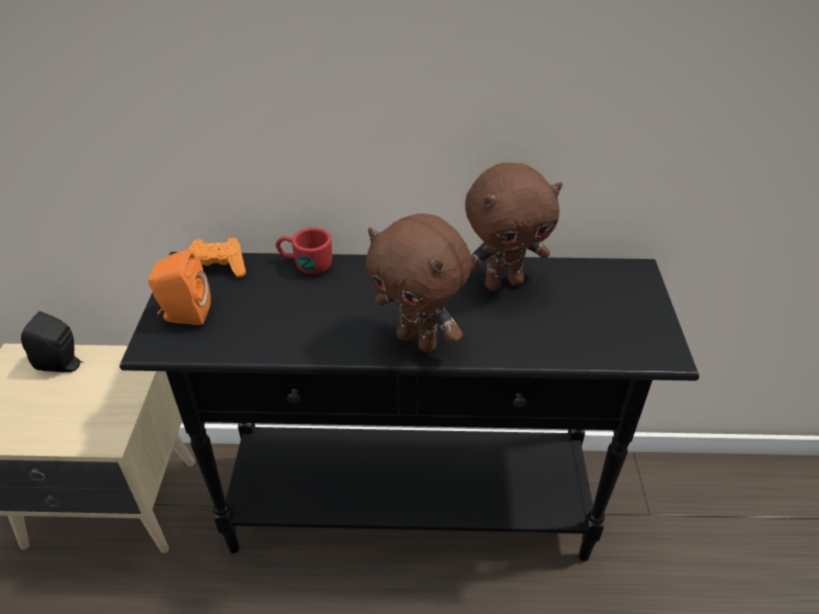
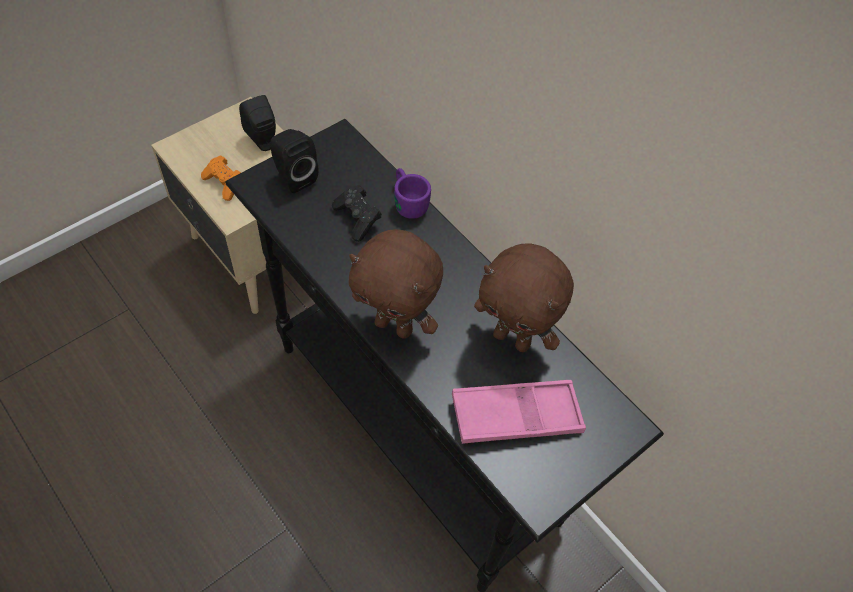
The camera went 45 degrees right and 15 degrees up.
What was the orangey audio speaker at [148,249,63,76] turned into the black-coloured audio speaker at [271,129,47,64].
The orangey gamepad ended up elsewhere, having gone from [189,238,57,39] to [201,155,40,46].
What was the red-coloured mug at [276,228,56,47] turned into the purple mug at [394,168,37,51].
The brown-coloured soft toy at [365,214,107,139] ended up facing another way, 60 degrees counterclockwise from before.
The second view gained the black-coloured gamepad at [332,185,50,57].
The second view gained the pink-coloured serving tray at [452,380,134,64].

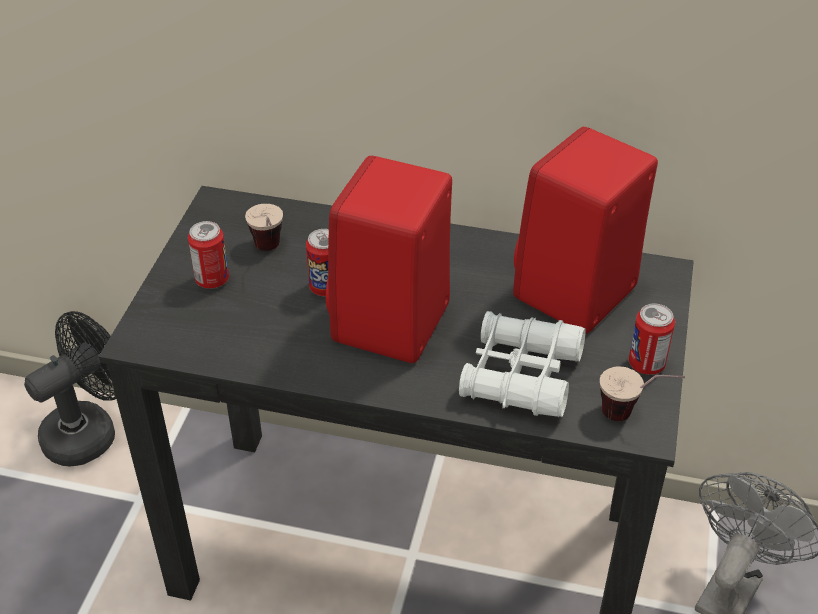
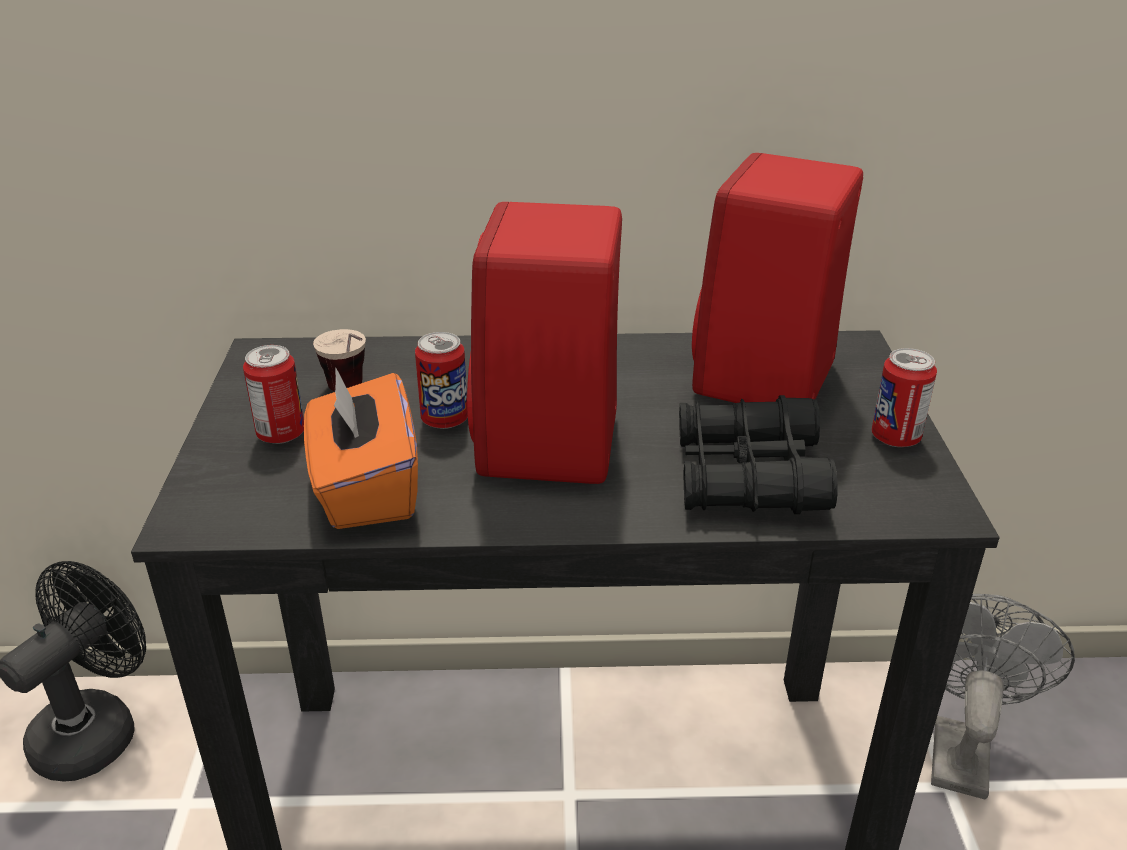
The camera went 15 degrees left and 10 degrees down.
What was the white pair of binoculars at [459,311,127,106] turned into the black-coloured pair of binoculars at [679,395,159,119].
The second view lost the drinking cup at [600,366,85,55].
The second view gained the orangey box of tissues at [304,367,114,162].

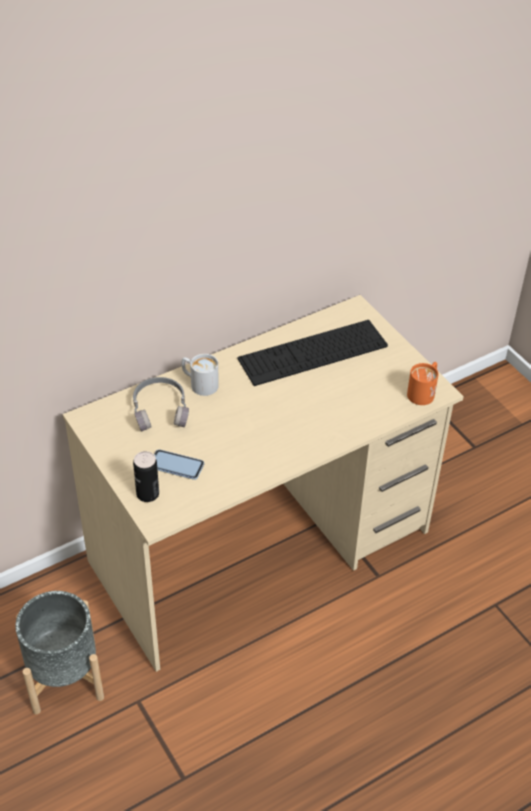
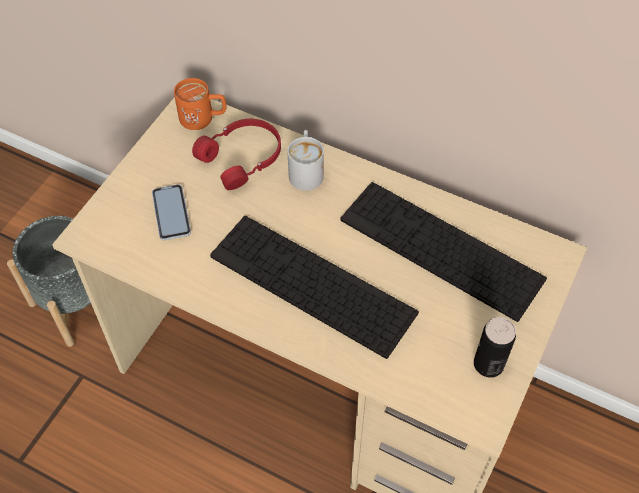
The camera went 60 degrees right and 10 degrees up.
What was the gray headset at [133,377,56,54] turned into the red-coloured headset at [192,119,89,71].
The metal can ended up elsewhere, having gone from [133,451,26,51] to [474,317,42,61].
The orangey mug ended up elsewhere, having gone from [407,362,32,43] to [174,78,53,52].
The second view gained the keyboard at [210,216,209,143].

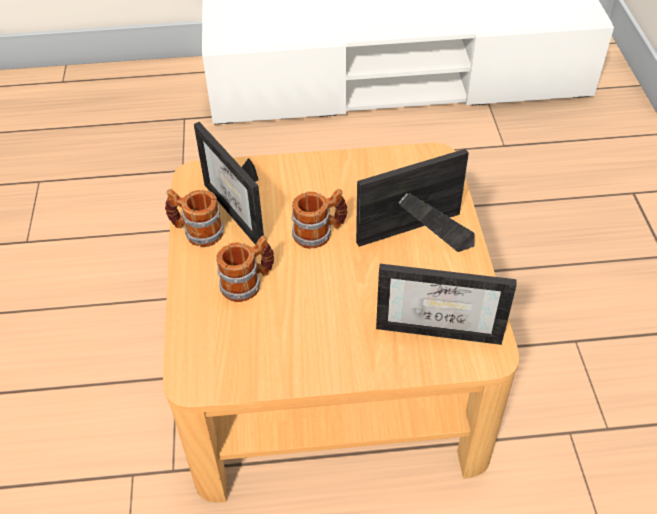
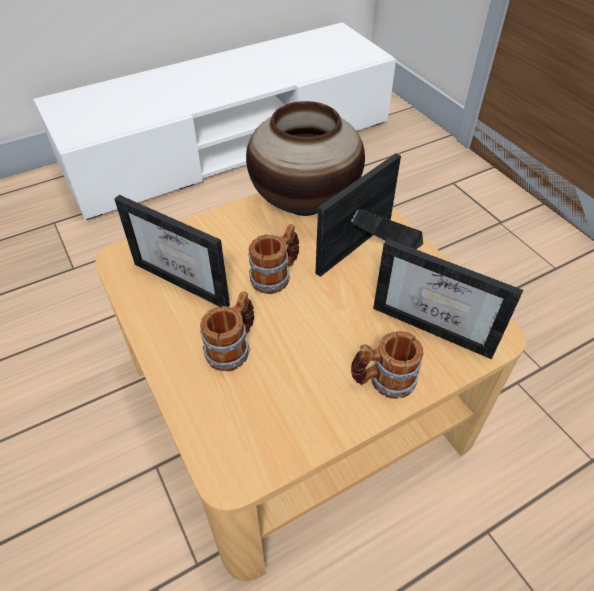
The camera went 25 degrees left and 0 degrees up.
The mug ended up elsewhere, having gone from [165,189,59,58] to [351,331,72,68].
The photo frame at [376,264,141,81] ended up facing another way, 45 degrees clockwise from before.
The second view gained the vase at [246,101,119,115].

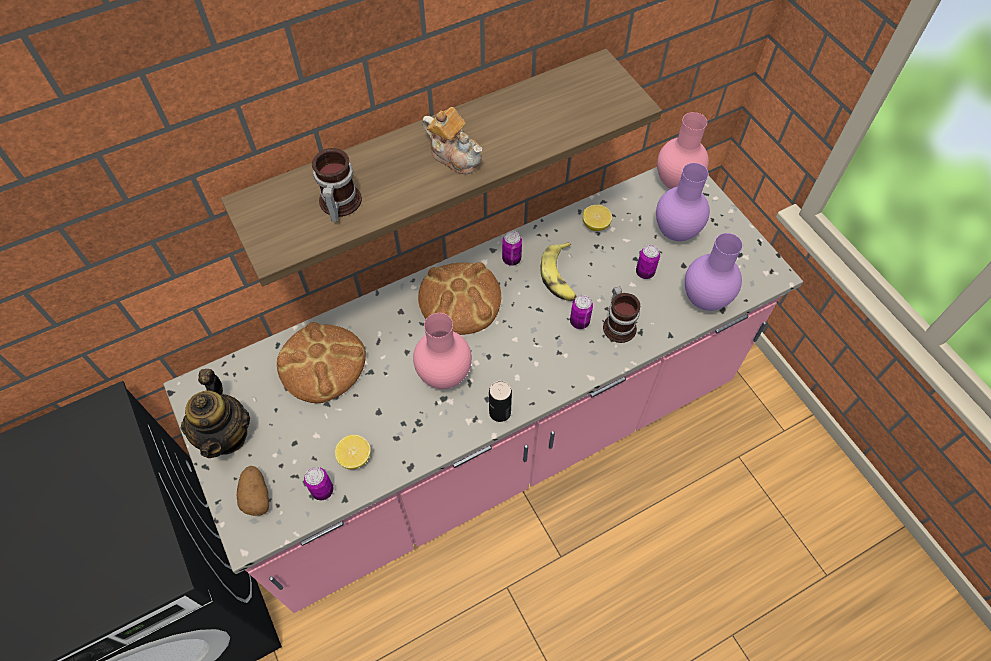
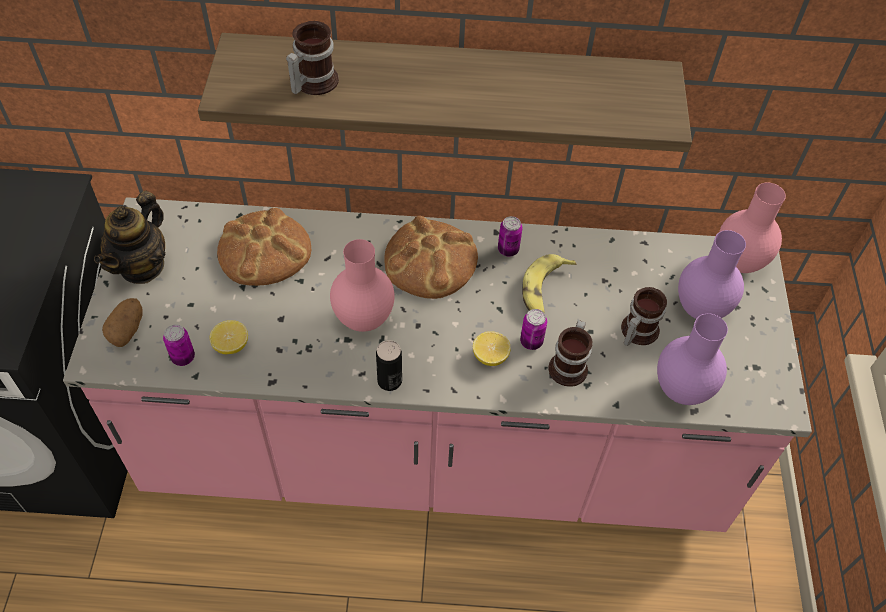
The camera went 30 degrees right and 5 degrees down.
The second view lost the pot for tea at [422,107,61,67].
The lemon ended up elsewhere, having gone from [582,205,30,26] to [473,331,38,35].
Where the metal can stood at [636,245,24,34], the mug came to stand at [621,287,46,59].

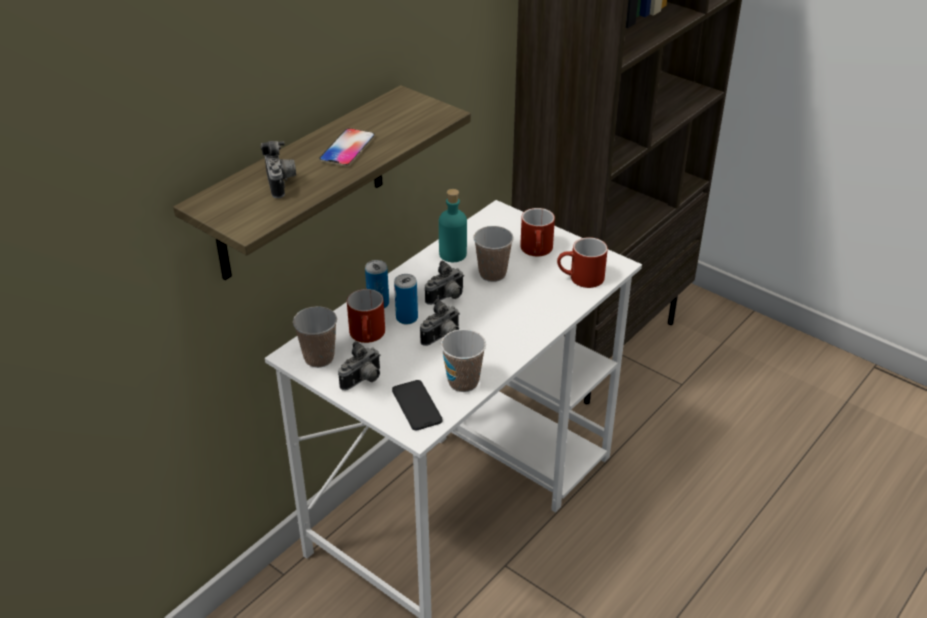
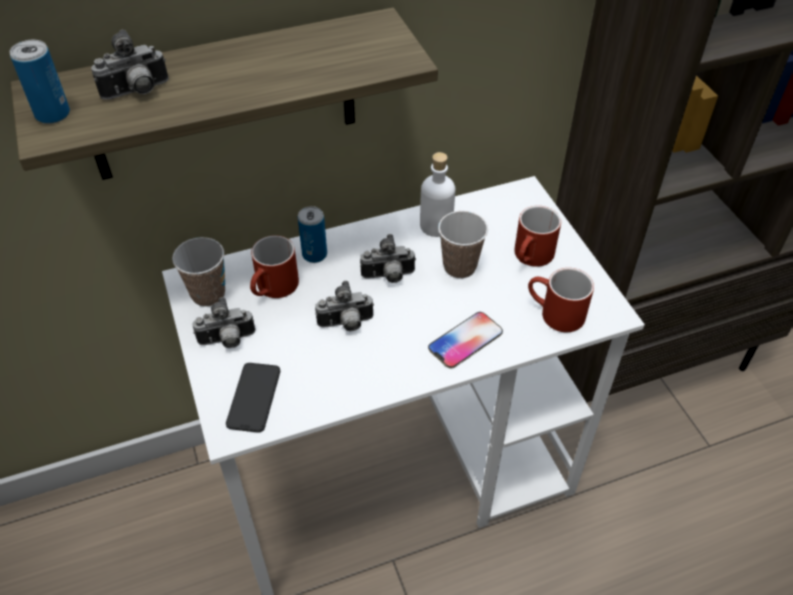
The camera went 30 degrees right and 10 degrees up.
The photo camera at [261,141,35,57] ended up facing another way, 45 degrees clockwise from before.
The phone ended up elsewhere, having gone from [319,128,56,39] to [428,312,75,57].
The metal can ended up elsewhere, having gone from [394,274,24,50] to [10,40,60,84].
What was the blue-green beverage bottle at [439,189,28,73] turned into the white beverage bottle at [420,152,35,85].
The second view lost the drinking cup at [441,329,45,63].

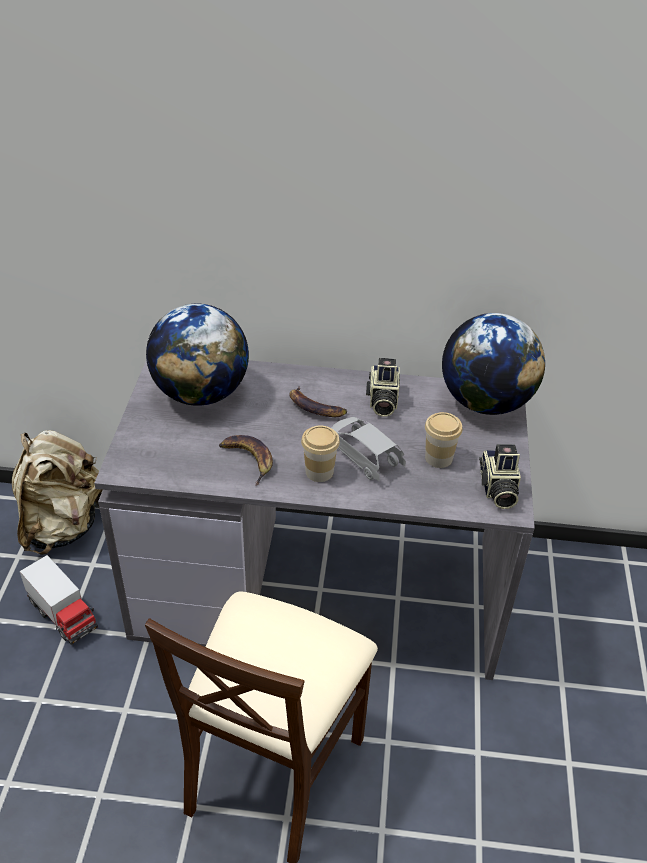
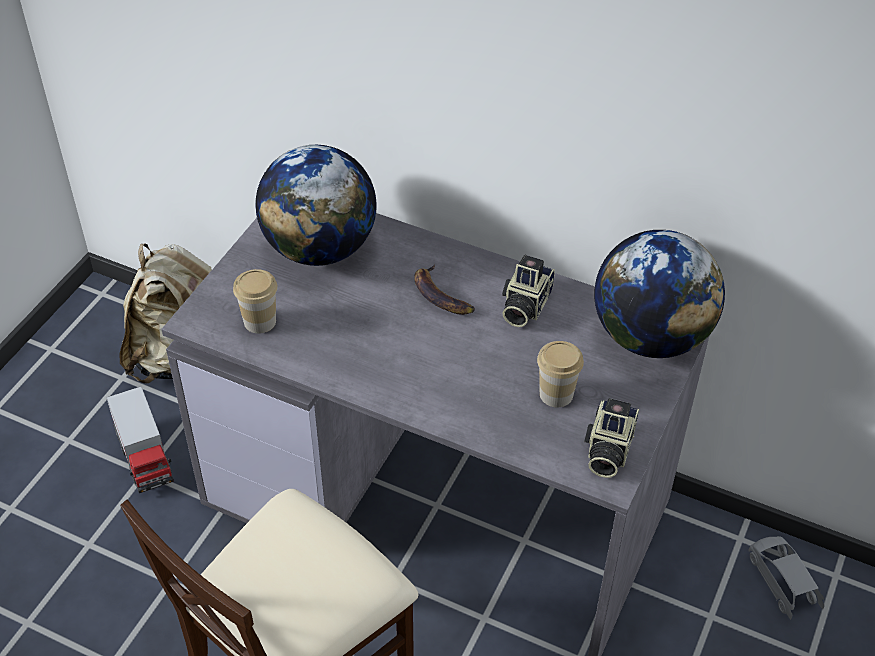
The camera went 20 degrees right and 5 degrees up.
The second view lost the banana fruit at [219,435,54,51].
The drinking cup ended up elsewhere, having gone from [301,425,39,57] to [233,269,45,65].
The gray toy car ended up elsewhere, having gone from [331,417,75,65] to [748,536,76,84].

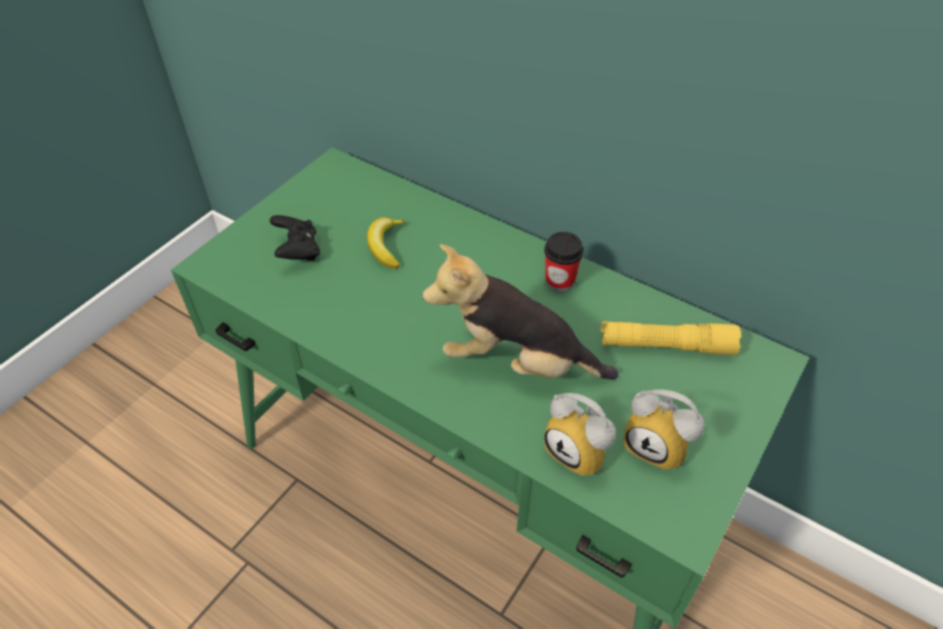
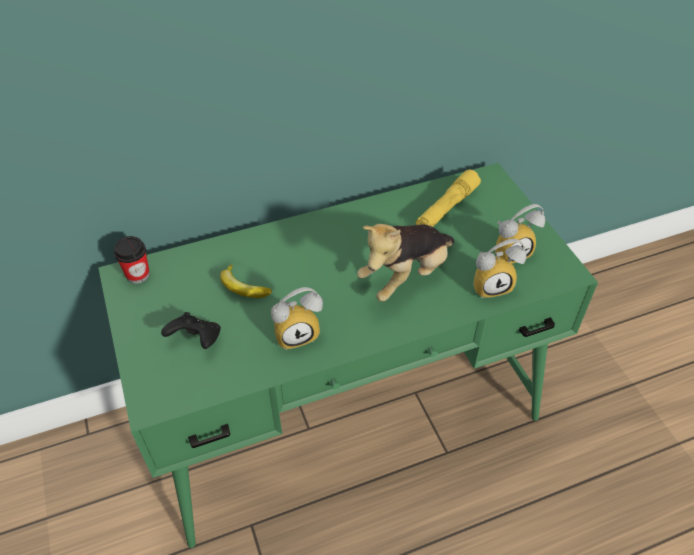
The camera went 55 degrees left and 0 degrees up.
The drinking cup ended up elsewhere, having gone from [544,232,40,60] to [114,236,36,48].
The second view gained the alarm clock at [271,287,52,63].

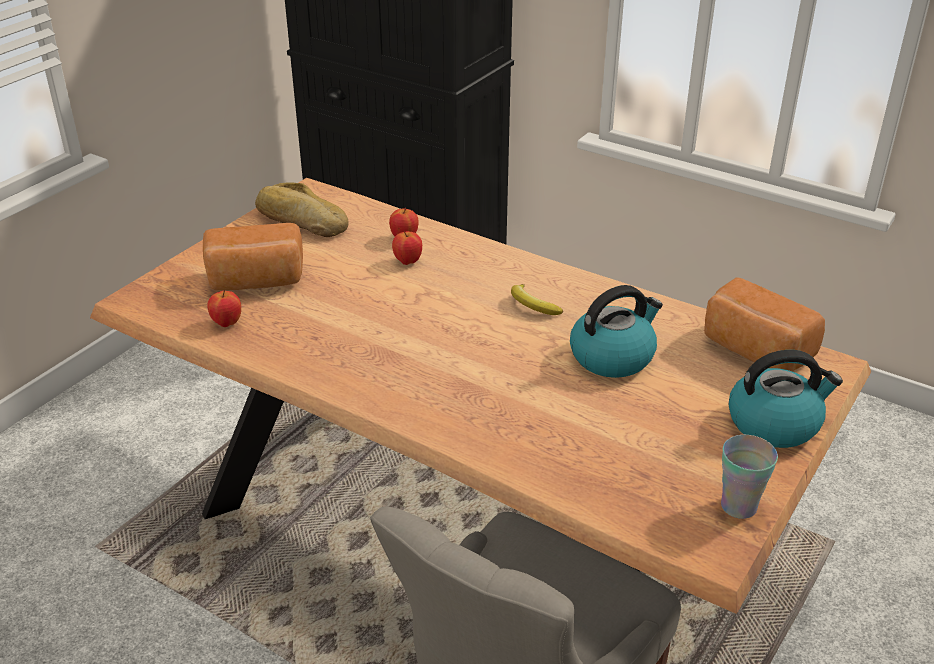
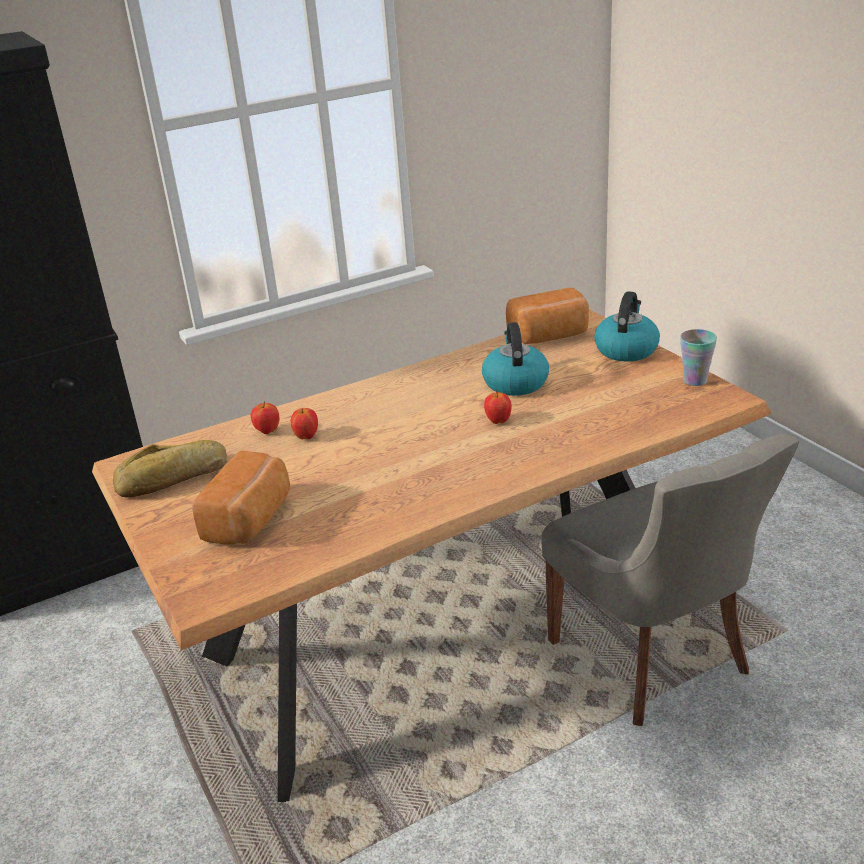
The camera went 60 degrees left and 5 degrees down.
The apple fruit ended up elsewhere, having gone from [207,290,34,37] to [484,391,27,33].
The second view lost the banana fruit at [511,284,52,31].

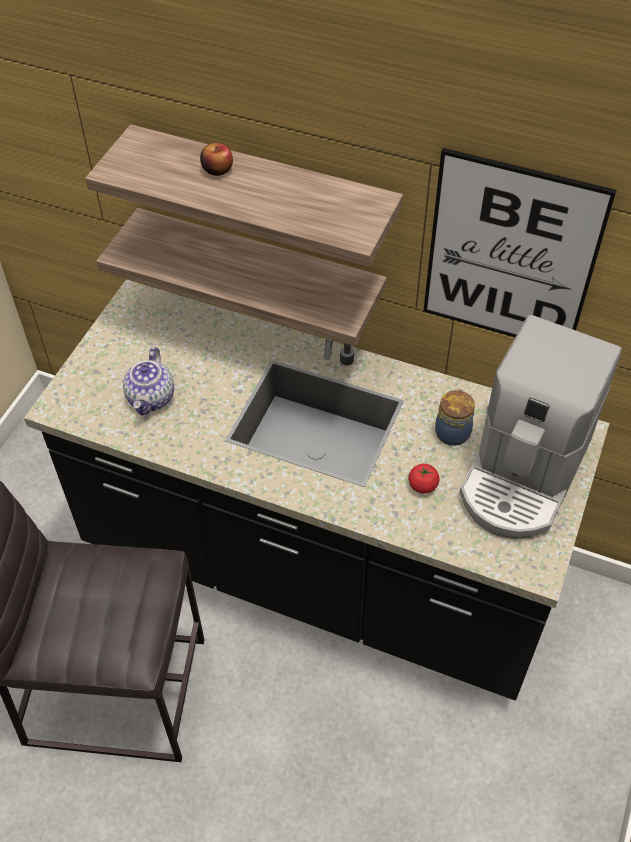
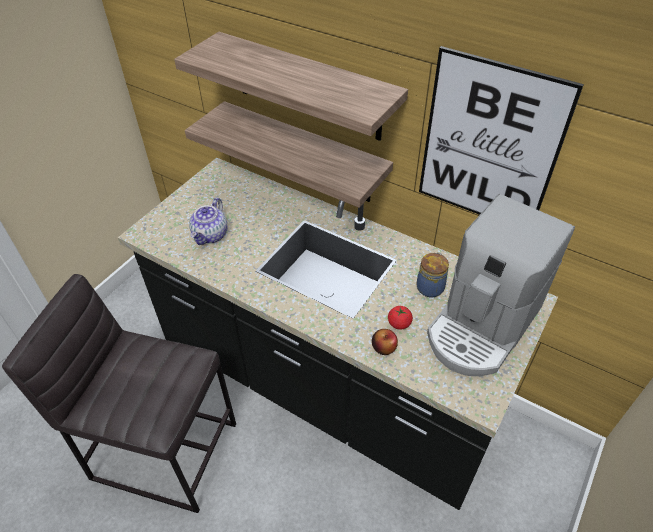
The camera went 10 degrees right and 5 degrees down.
The apple fruit ended up elsewhere, having gone from [200,143,33,33] to [372,329,26,26].

